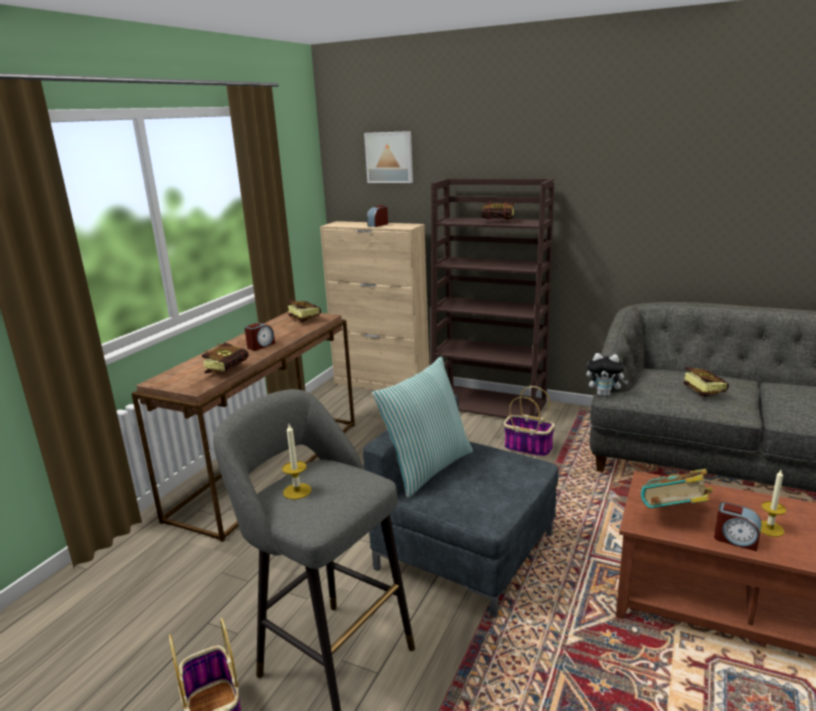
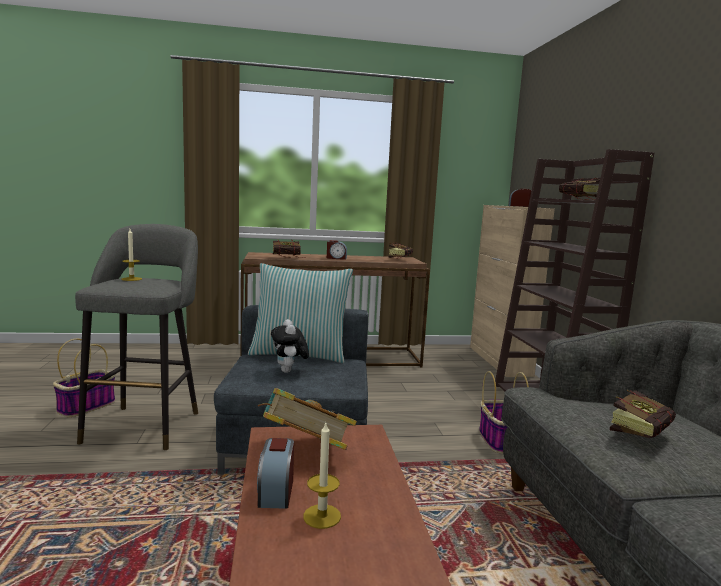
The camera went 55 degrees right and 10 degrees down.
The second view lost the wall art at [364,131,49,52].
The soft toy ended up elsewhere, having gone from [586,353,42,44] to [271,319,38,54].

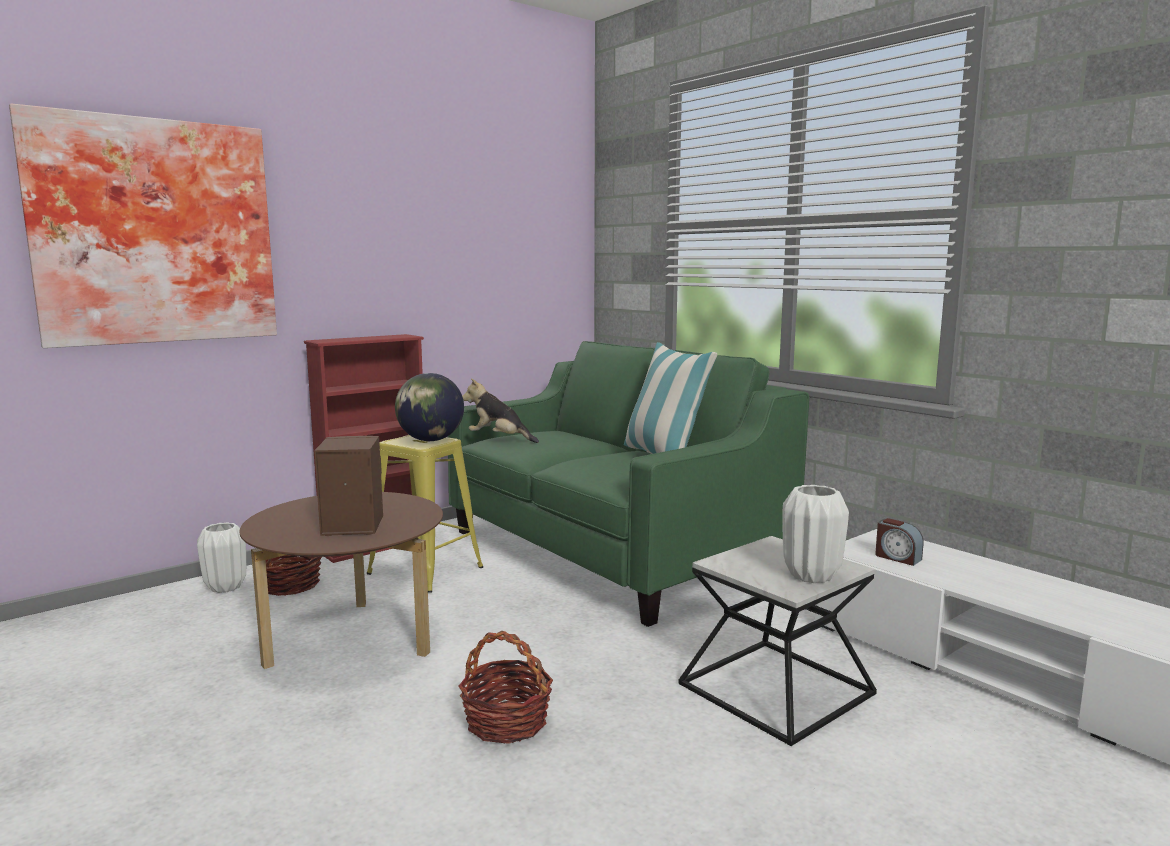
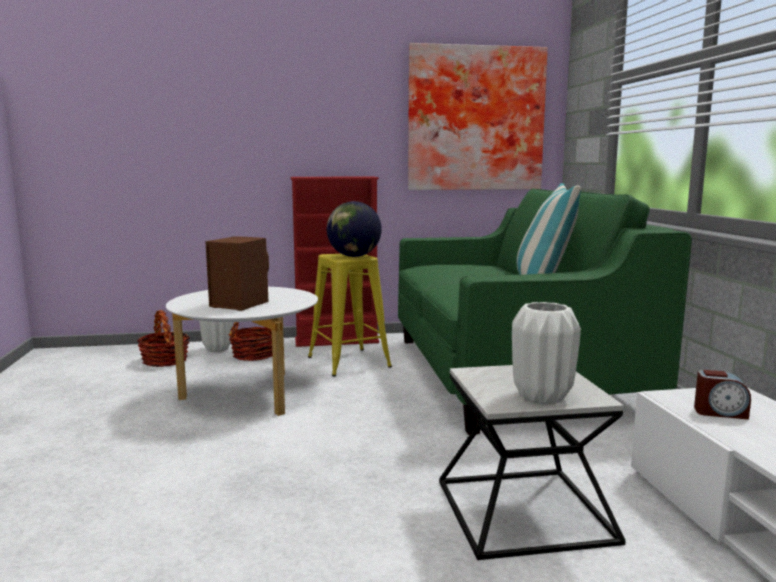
The camera went 30 degrees right and 0 degrees up.
The wall art ended up elsewhere, having gone from [9,103,268,245] to [408,43,140,147].
What was the brown-coloured low table at [239,492,204,177] turned into the white low table at [166,287,152,129].
The storage basket ended up elsewhere, having gone from [458,631,95,113] to [137,310,53,57].
The second view lost the soft toy at [462,378,77,65].
The alarm clock at [875,518,49,48] ended up facing another way, 60 degrees counterclockwise from before.

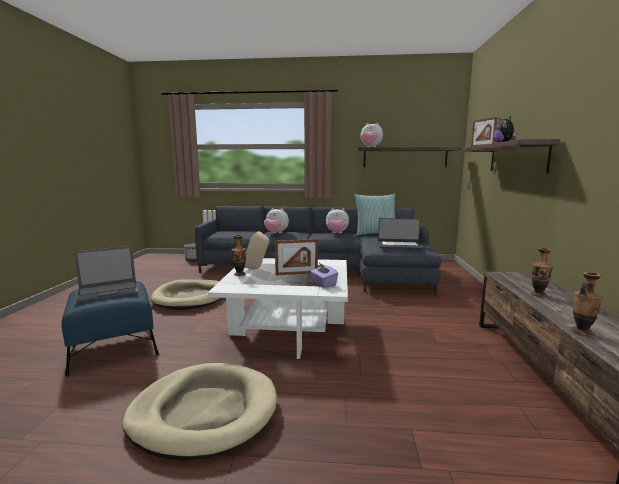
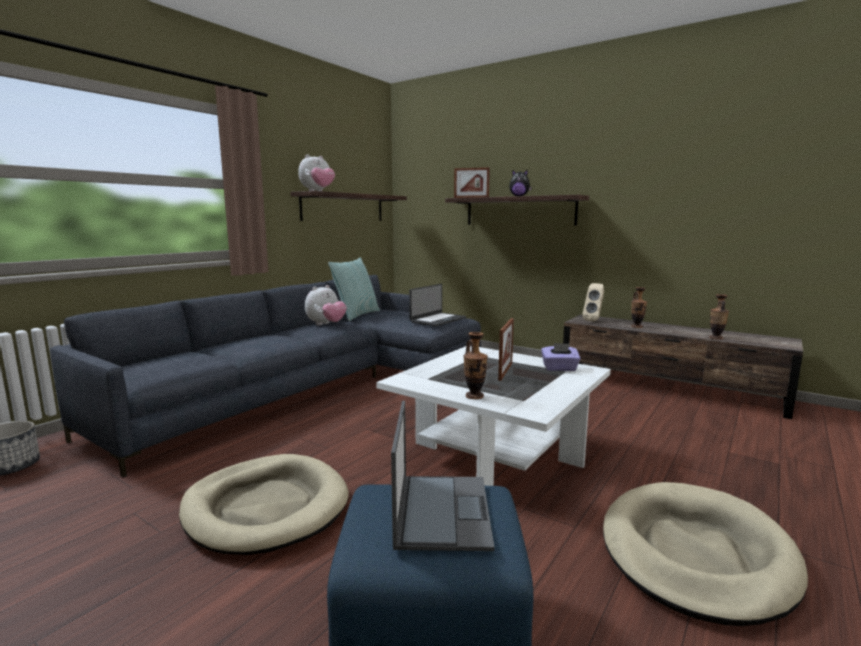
The camera went 60 degrees left and 0 degrees up.
The sand-coloured audio speaker ended up elsewhere, having gone from [244,231,25,38] to [582,283,22,38].
The second view lost the soft toy at [264,208,25,25].

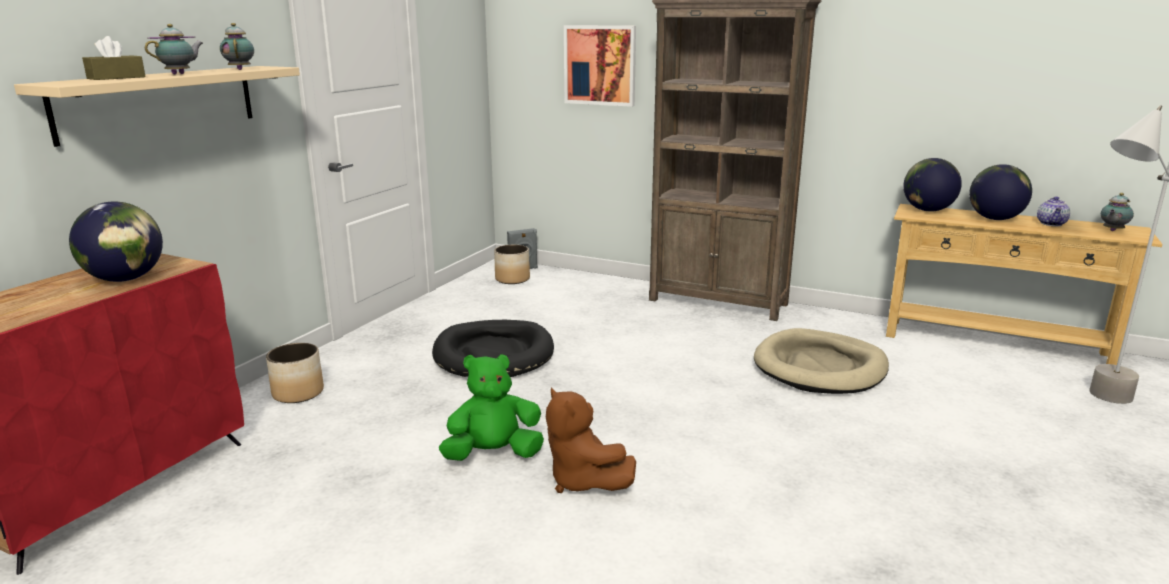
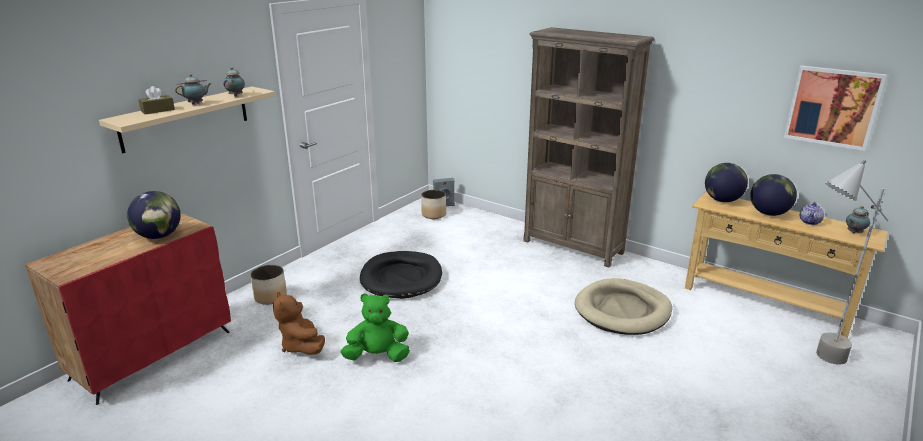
The camera went 10 degrees right and 5 degrees up.
The brown-coloured soft toy ended up elsewhere, having gone from [546,387,90,106] to [273,292,52,63].
The wall art ended up elsewhere, having gone from [564,25,72,82] to [784,66,103,85].

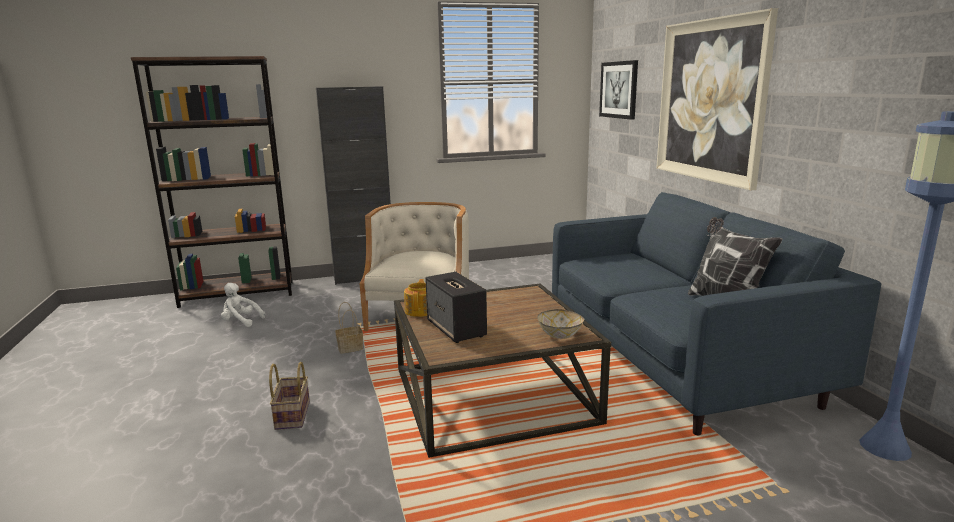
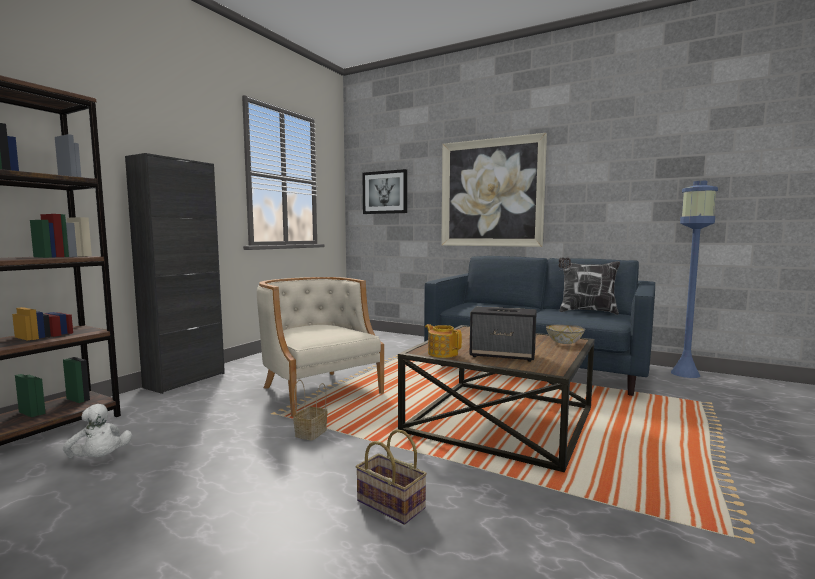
The camera went 45 degrees left and 10 degrees down.
The white soft toy at [221,283,44,44] ended up facing another way, 105 degrees counterclockwise from before.

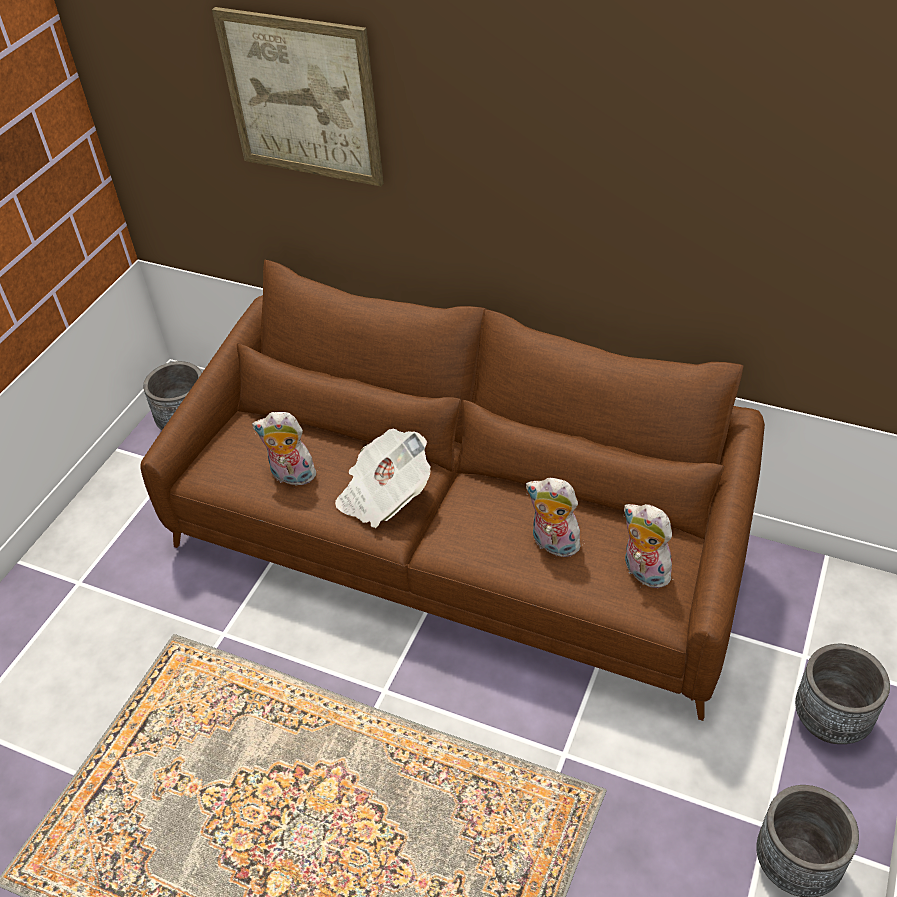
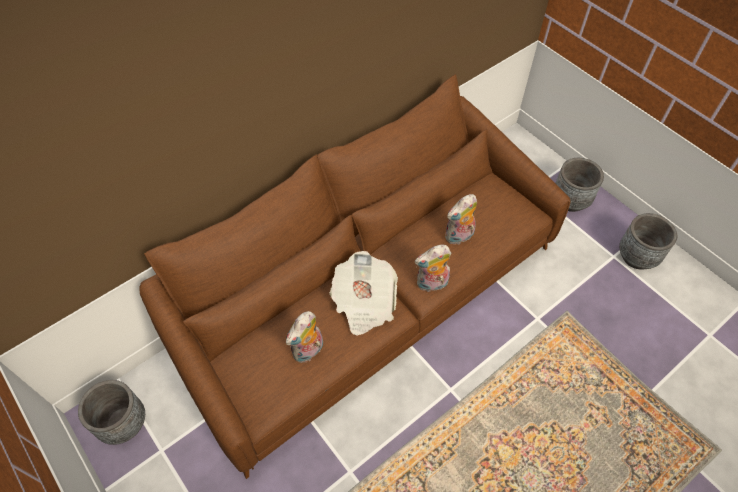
The camera went 65 degrees left and 10 degrees up.
The second view lost the wall art at [212,7,172,179].
The soft toy ended up elsewhere, having gone from [624,504,48,84] to [415,245,36,47].

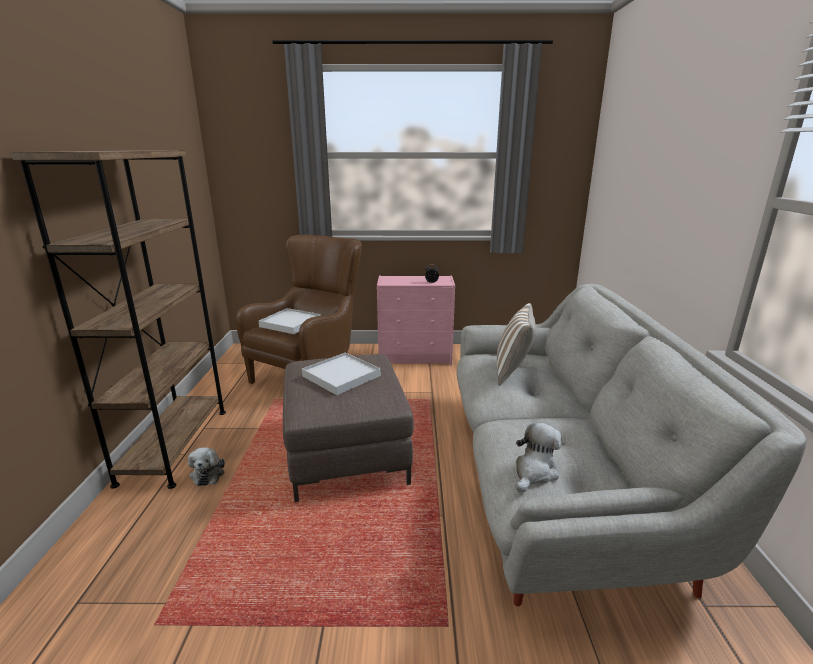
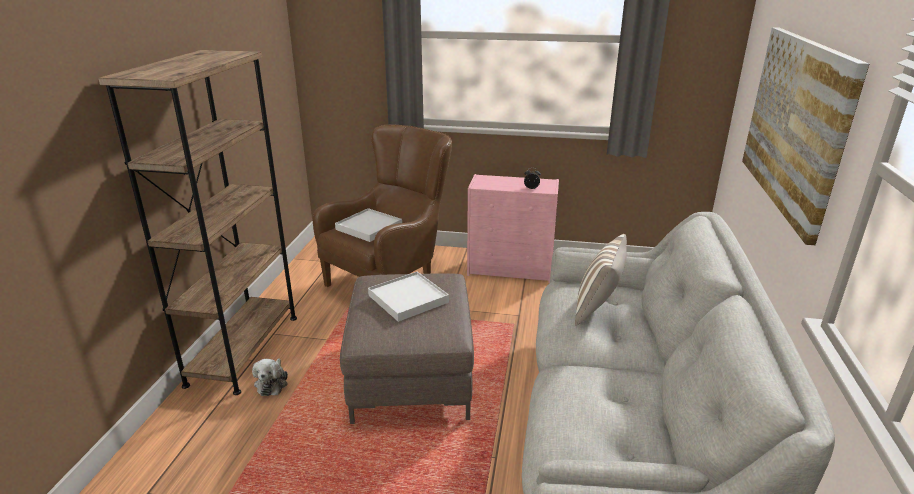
The camera went 10 degrees right and 5 degrees up.
The second view lost the soft toy at [516,422,46,71].
The second view gained the wall art at [742,27,127,218].

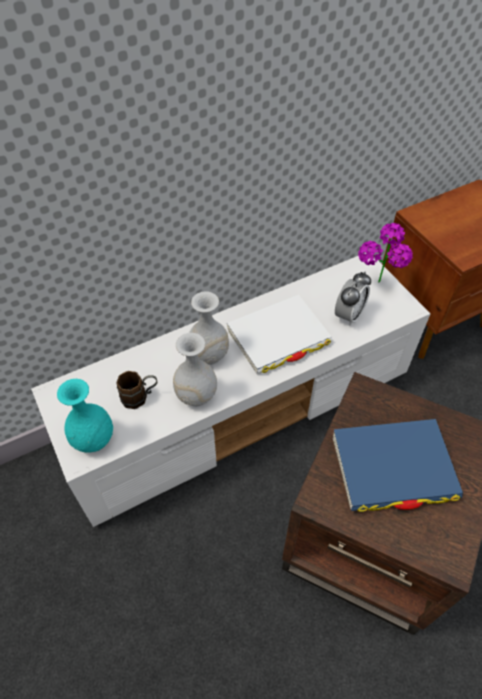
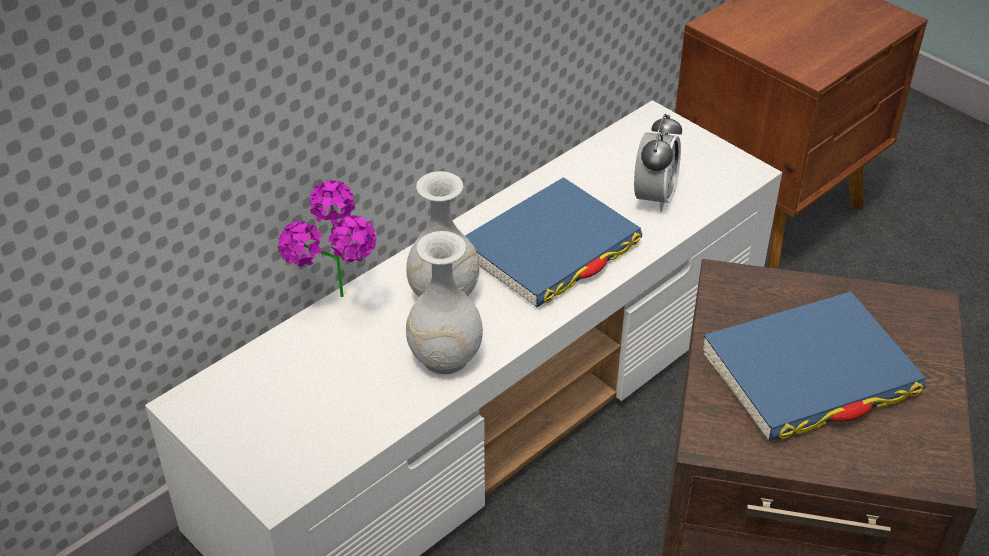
The camera went 15 degrees left and 10 degrees down.
The second view lost the blue-green vase at [57,379,56,74].
The second view lost the brown-coloured mug at [116,371,41,38].
What was the white bound book at [227,294,105,80] turned into the bluish bound book at [465,177,177,130].
The plant in a pot ended up elsewhere, having gone from [358,223,55,60] to [278,180,99,117].

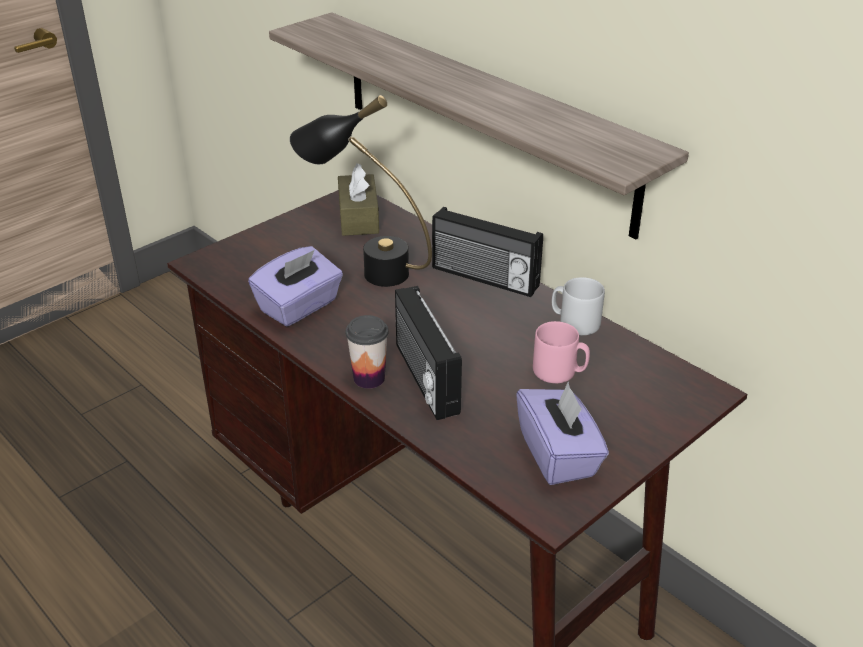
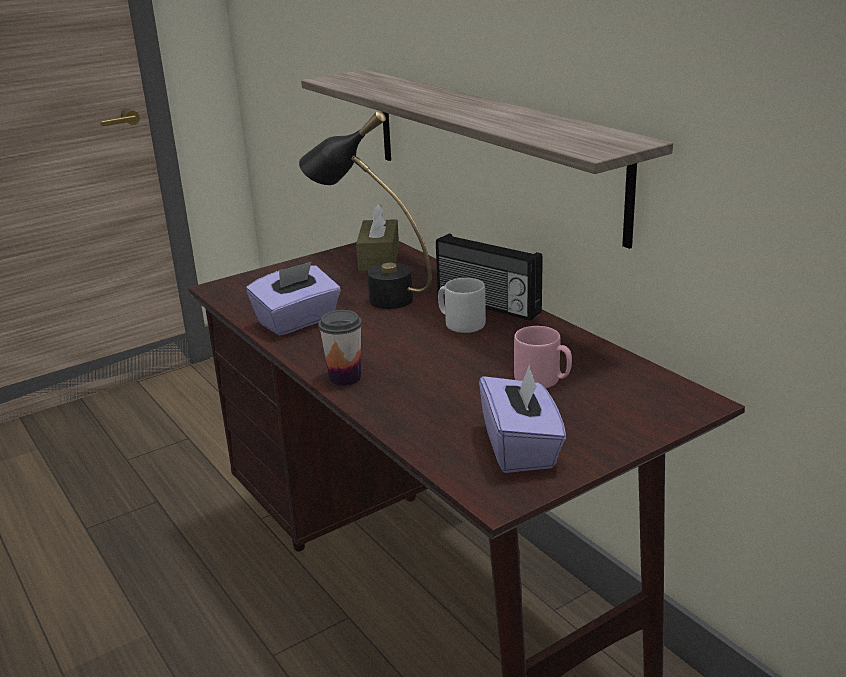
The camera went 10 degrees right and 10 degrees down.
The second view lost the radio receiver at [395,286,67,134].
The gray mug ended up elsewhere, having gone from [552,277,53,58] to [438,278,48,55].

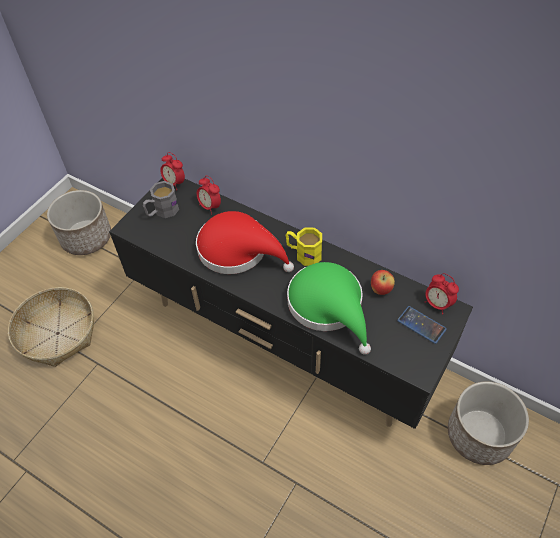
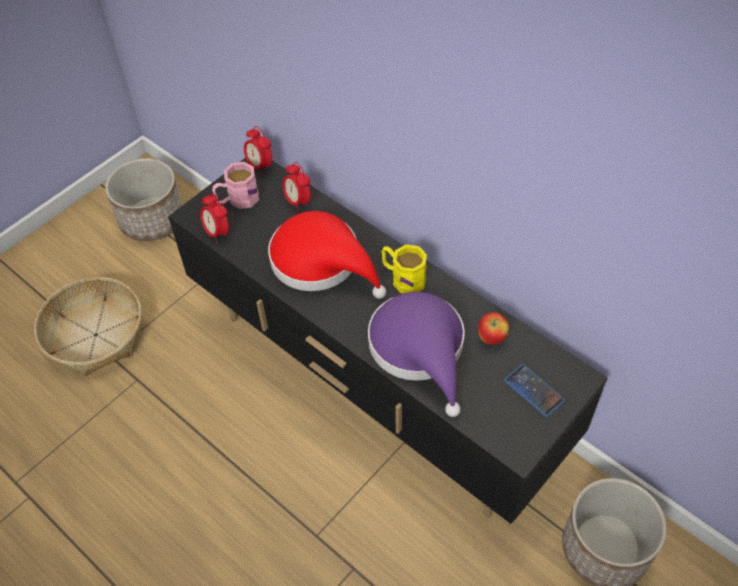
The camera went 10 degrees right and 0 degrees up.
What was the gray mug at [143,181,36,37] turned into the pink-coloured mug at [212,162,47,47].
What was the green wearable hat at [287,262,84,93] turned into the purple wearable hat at [368,292,97,125].
The alarm clock ended up elsewhere, having gone from [425,273,34,41] to [200,193,29,51].

